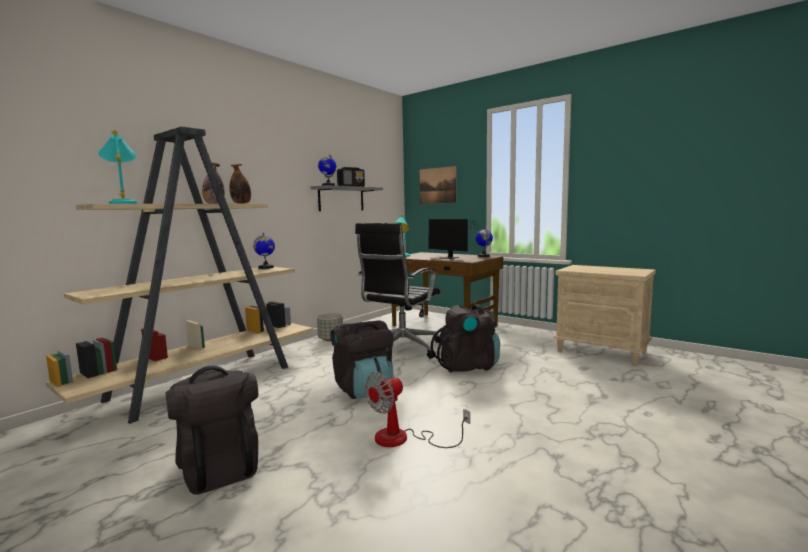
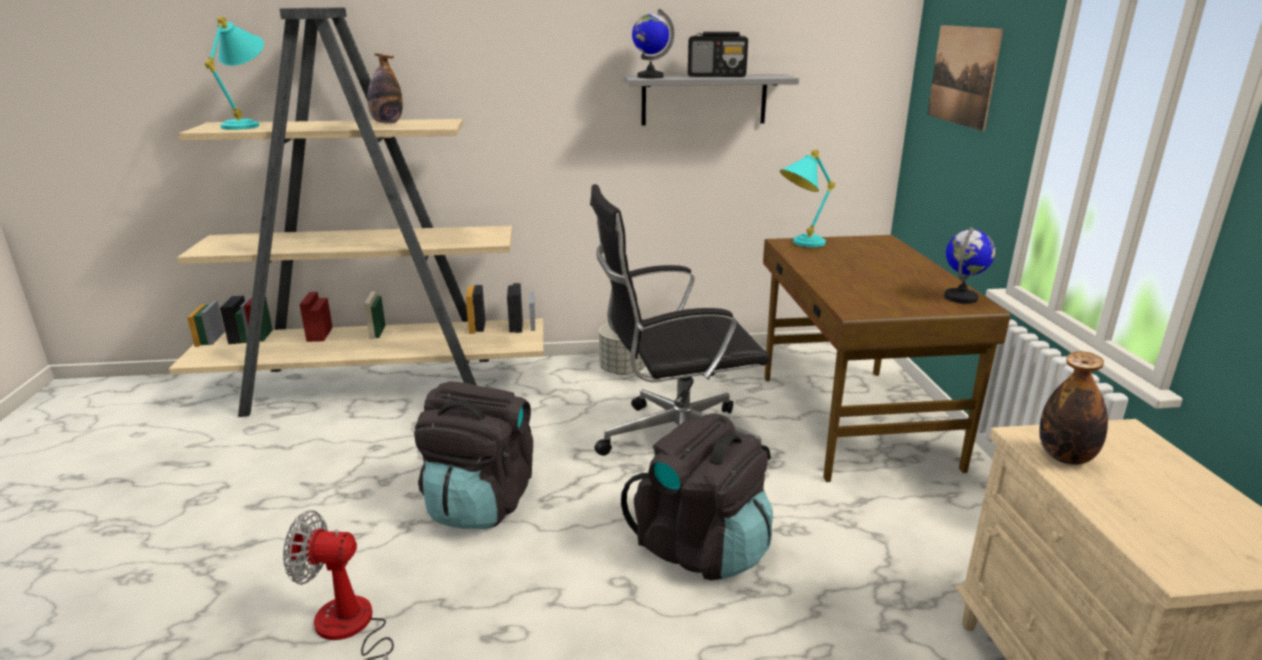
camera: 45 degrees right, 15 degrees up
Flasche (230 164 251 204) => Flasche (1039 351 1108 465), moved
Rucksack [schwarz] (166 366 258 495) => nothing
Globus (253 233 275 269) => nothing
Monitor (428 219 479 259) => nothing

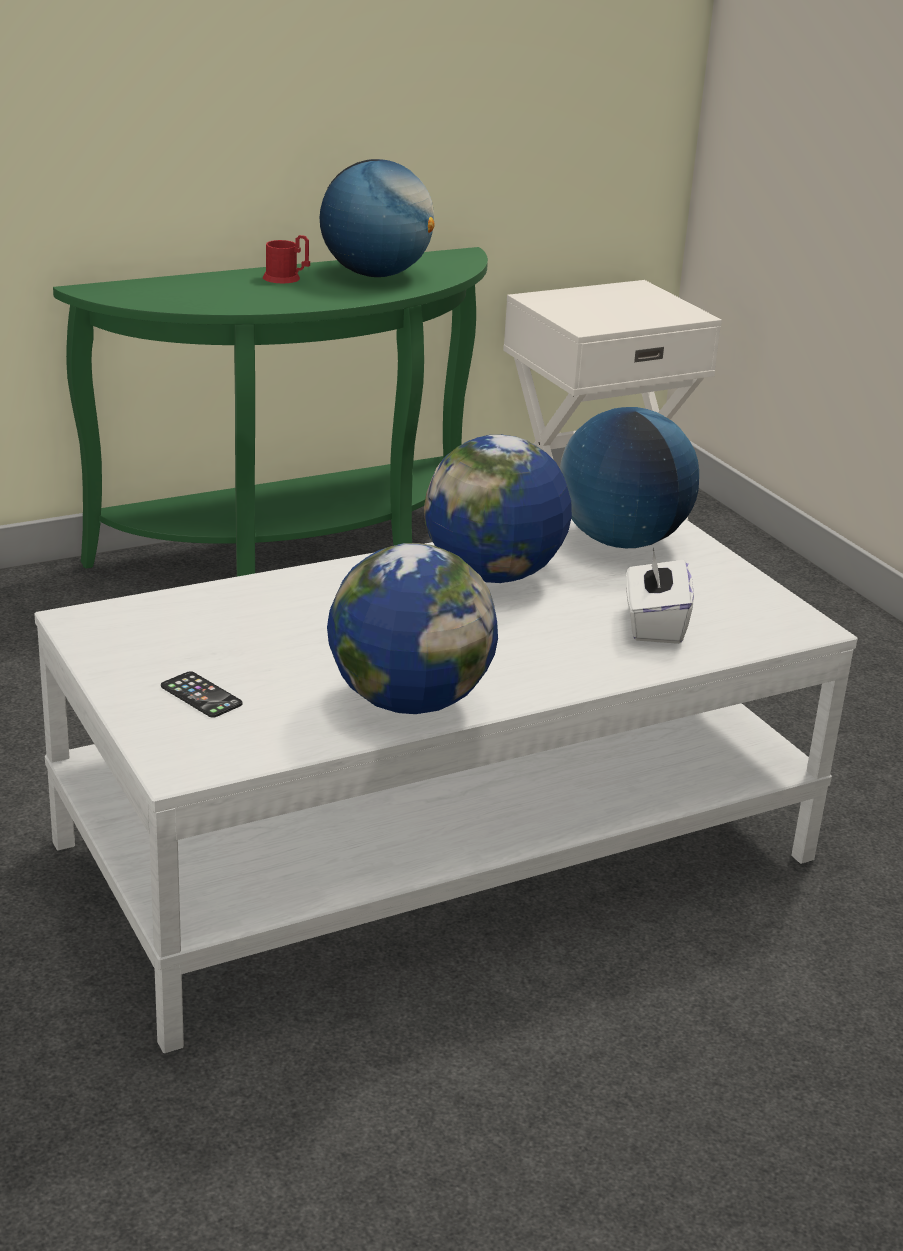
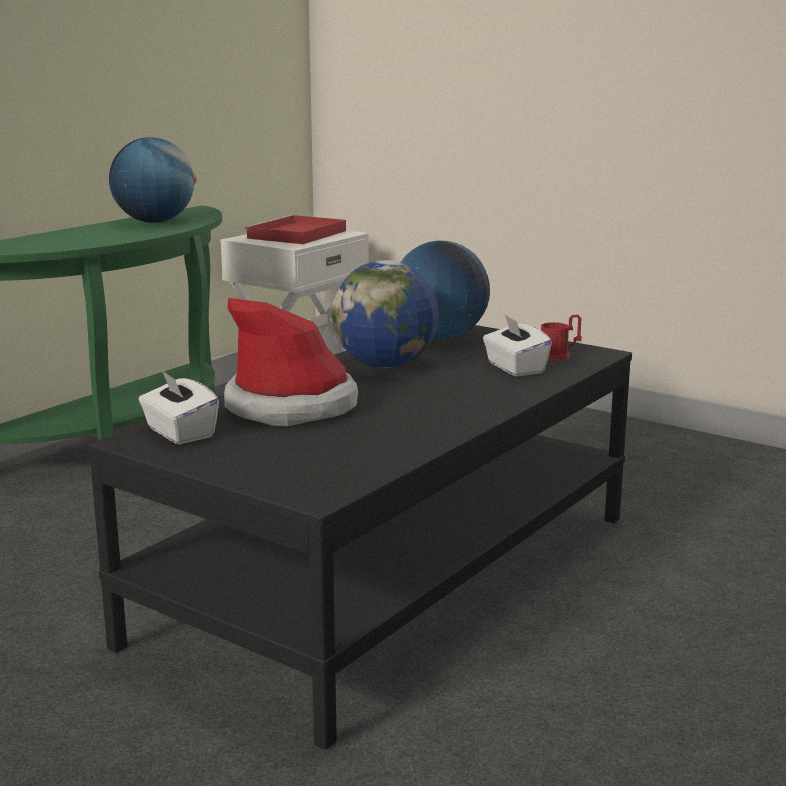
camera: 25 degrees left, 10 degrees down
Couchtisch [weiß] (34 519 858 1053) => Couchtisch [schwarz] (87 325 632 750)
nothing => Taschentuchbox [weiß] (139 371 219 445)
nothing => Hut (224 298 358 426)
nothing => Tablett [rot] (244 215 346 244)
Henkelbecher [rot] (263 235 310 283) => Henkelbecher [rot] (541 315 582 360), moved
Handy (161 671 242 718) => nothing
Globus (327 543 498 714) => nothing

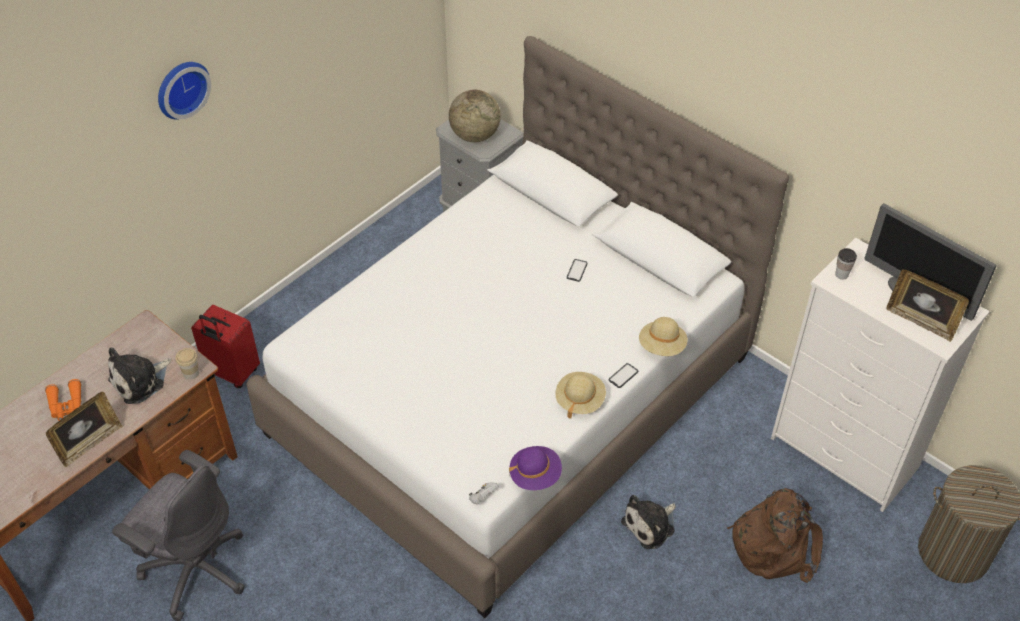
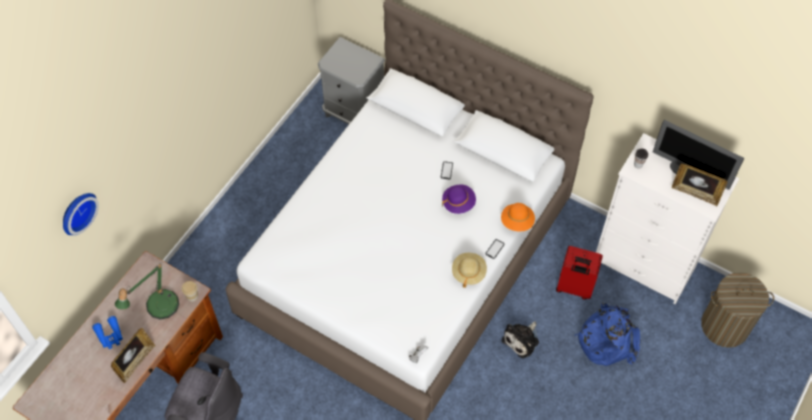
camera: 10 degrees left, 10 degrees up
Wanduhr (158 62 211 120) => Wanduhr (63 193 99 235), moved
Fernglas [orange] (45 379 81 421) => Fernglas [blau] (92 316 123 349)
Plüschtier (108 347 171 404) => Tischlampe (115 263 179 320)
Hut [lila] (509 446 562 490) => Hut [lila] (442 184 476 214), moved
Hut [beige] (639 317 687 356) => Hut [orange] (501 203 535 232)
Koffer [rot] (191 305 260 388) => Koffer [rot] (556 246 603 299), moved
Rucksack [braun] (727 488 823 583) => Rucksack [blau] (575 302 640 366)
Globus (449 90 501 142) => nothing

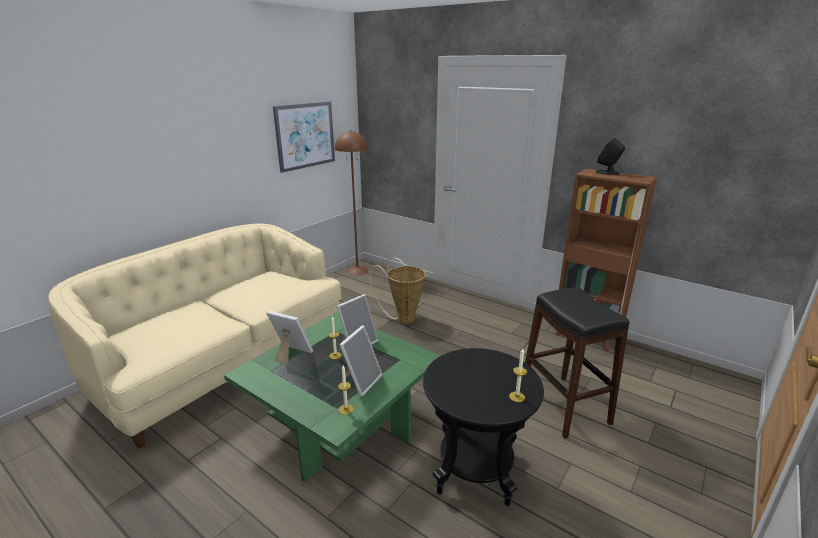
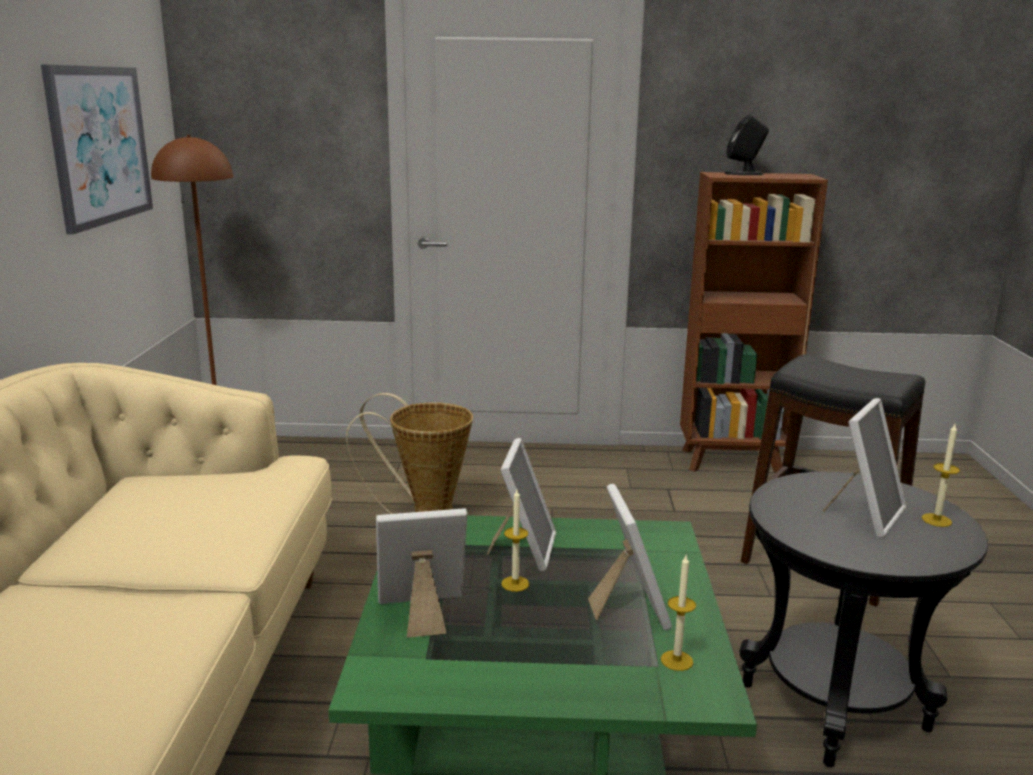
camera: 35 degrees left, 5 degrees down
nothing => Bilderrahmen (823 398 906 538)

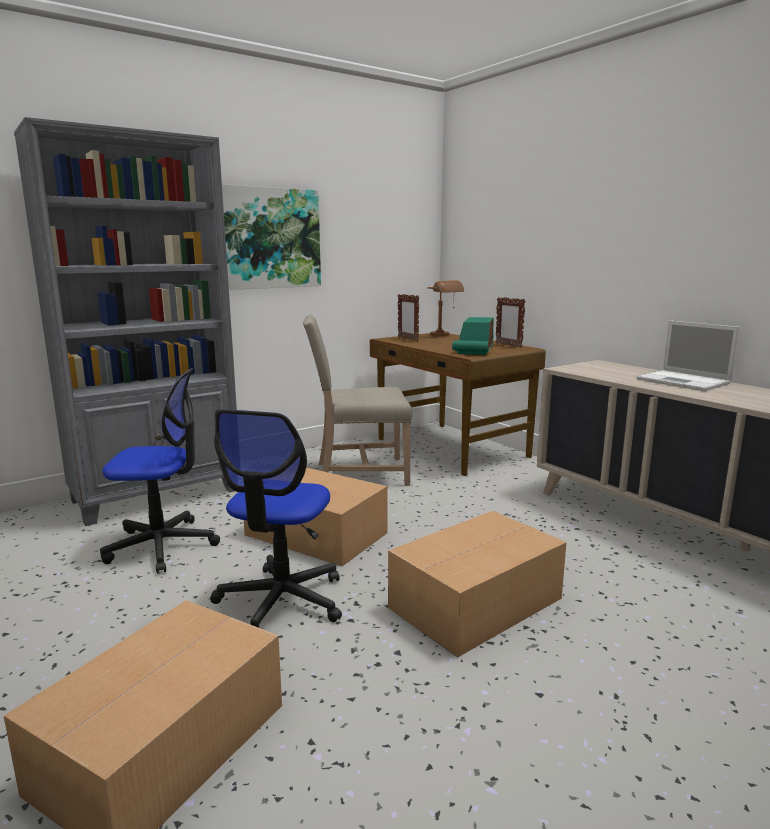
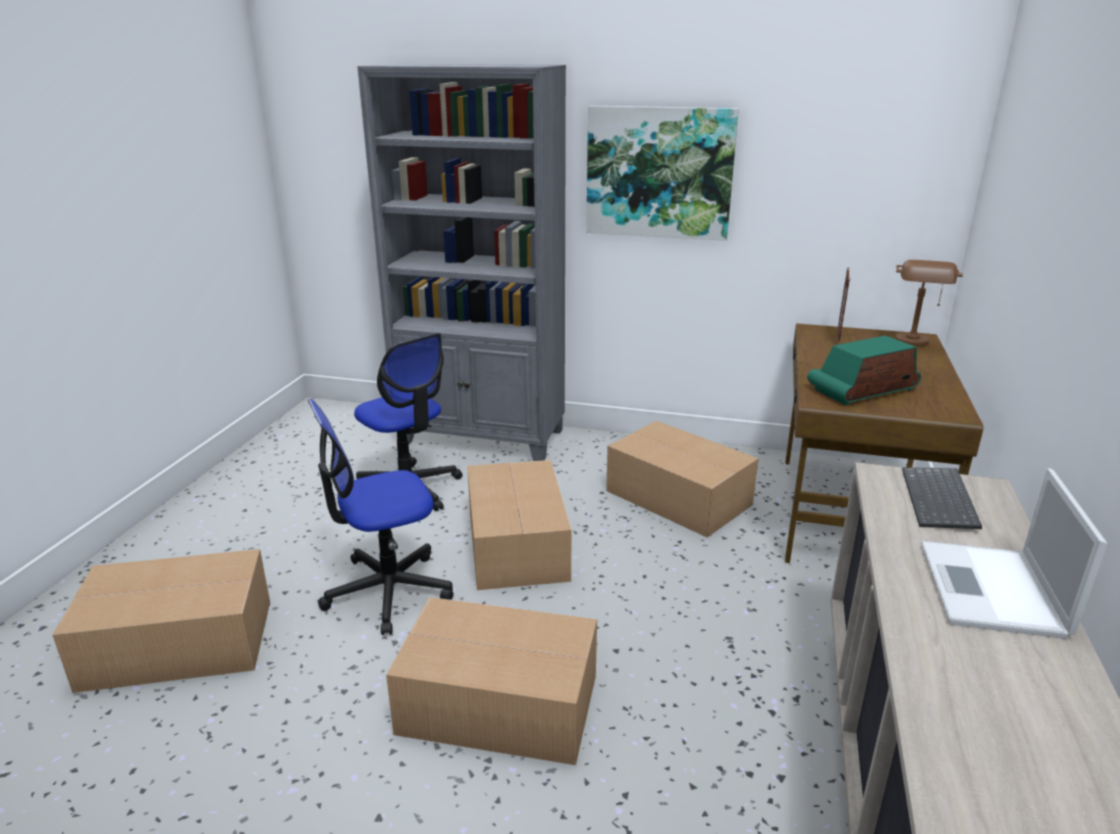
camera: 50 degrees right, 10 degrees up
Stuhl [beige] (303 315 413 486) => Karton (606 421 759 537)
nothing => Tastatur (902 467 982 529)
Bilderrahmen (496 297 525 348) => nothing

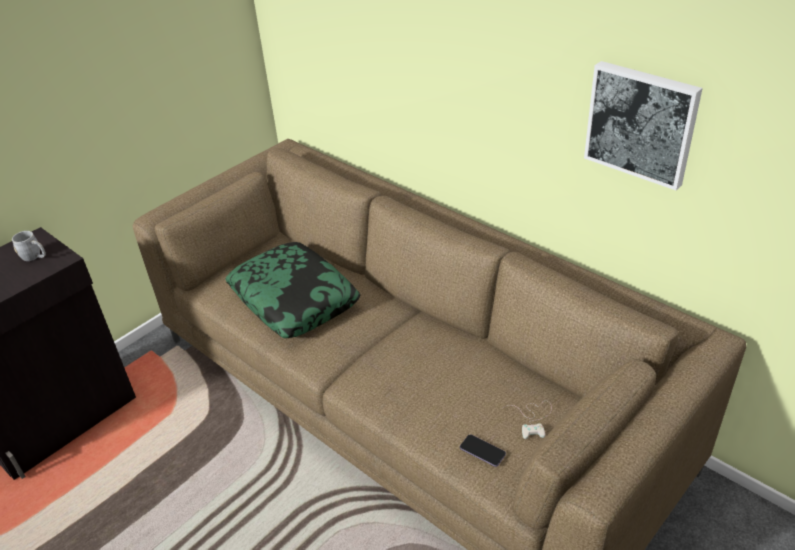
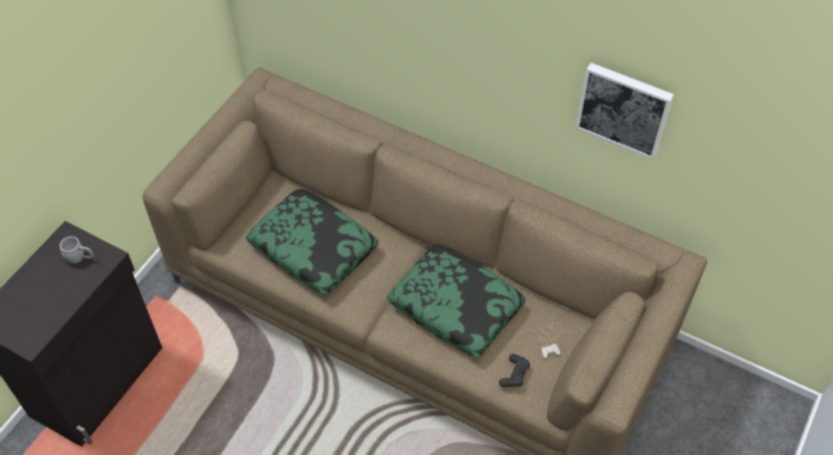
camera: 15 degrees left, 15 degrees up
nothing => Kissen (387 244 525 358)
Handy (460 434 506 467) => Gamepad [schwarz] (499 354 530 387)

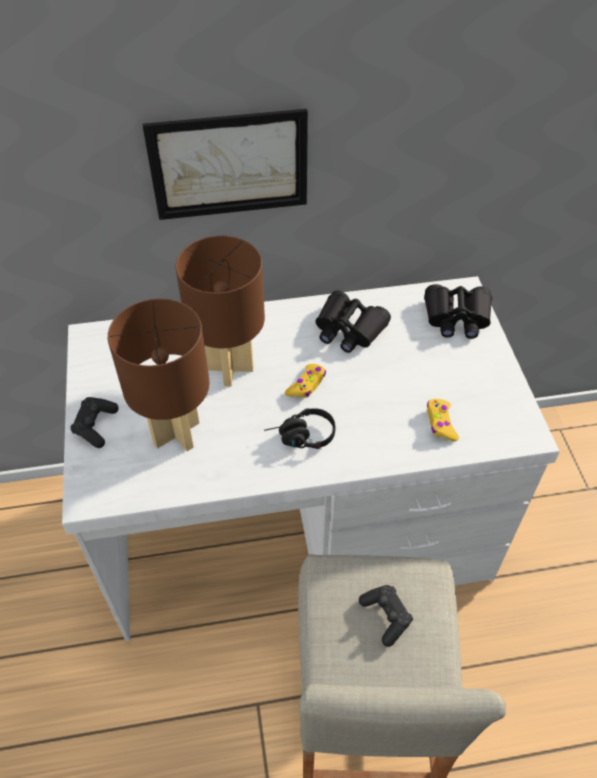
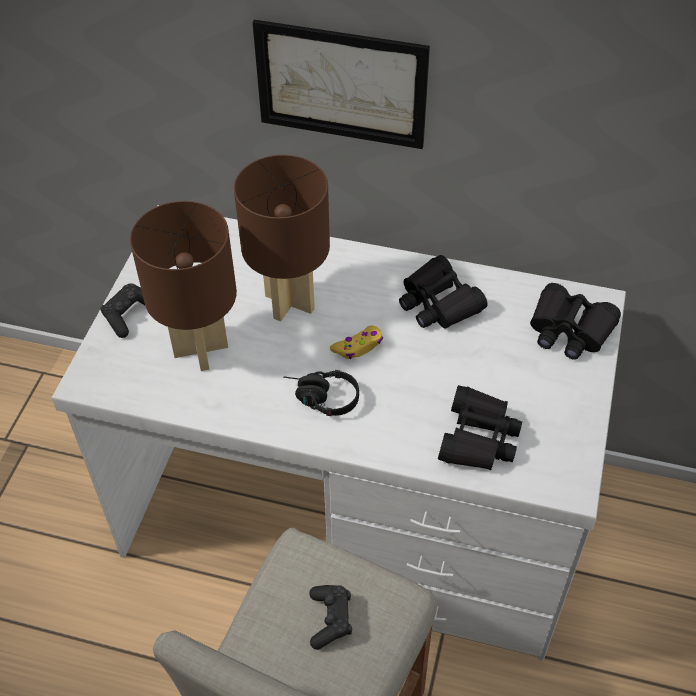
camera: 25 degrees right, 0 degrees up
Gamepad [gelb] (427 399 459 441) => Fernglas [schwarz] (438 385 522 470)

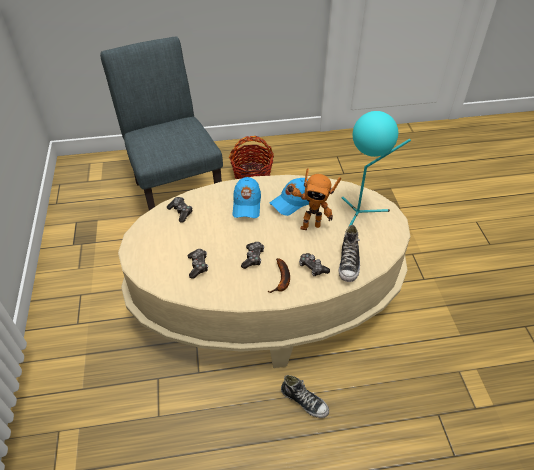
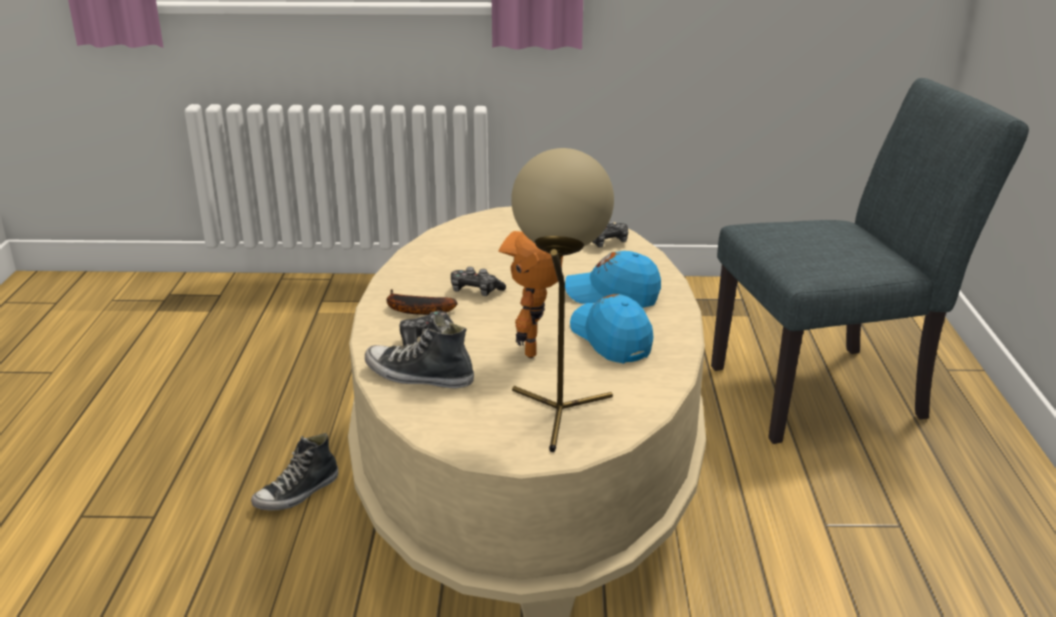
camera: 100 degrees right, 20 degrees down
Tischlampe [türkis] (342 111 411 227) => Tischlampe [beige] (511 148 614 452)
Gamepad (188 249 208 279) => nothing
Korb (229 136 274 179) => nothing

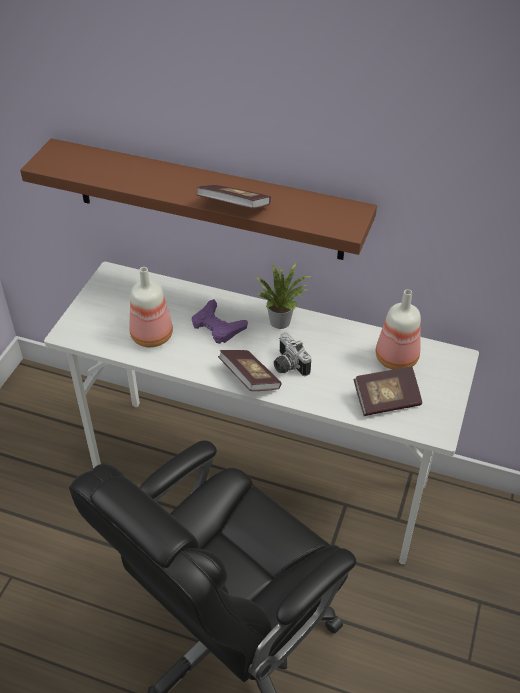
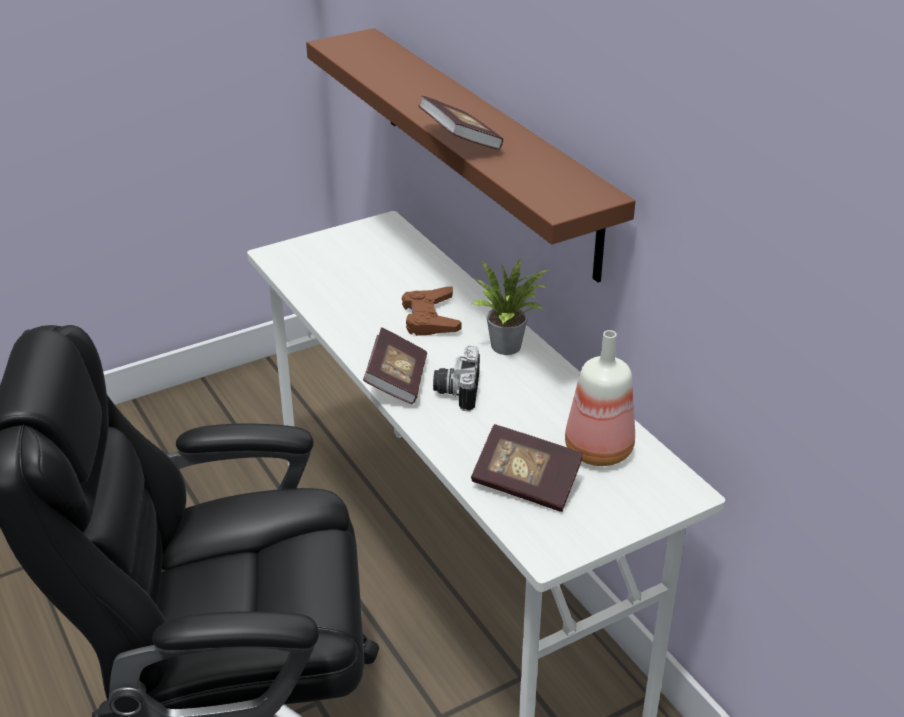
camera: 40 degrees right, 10 degrees down
Gamepad [lila] (192 299 248 344) => Gamepad [braun] (402 286 462 336)
Flasche (129 267 173 347) => nothing

